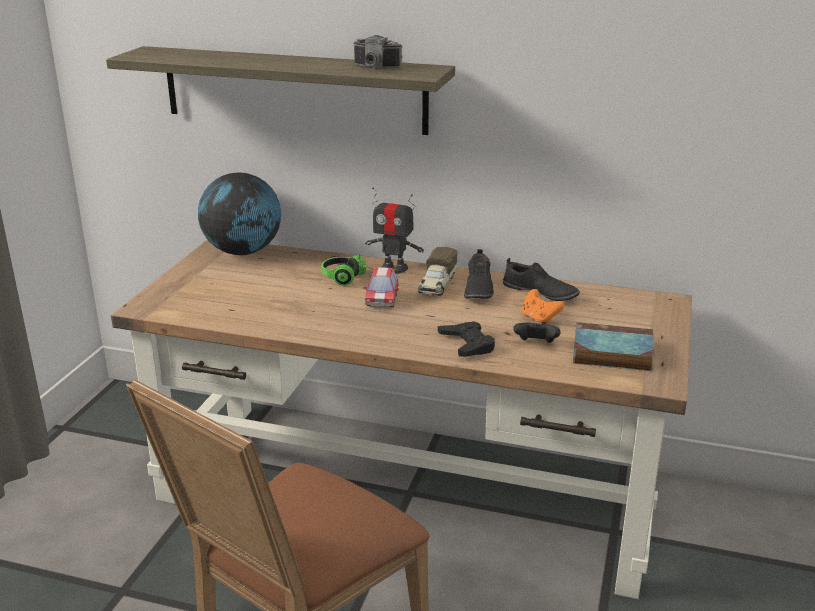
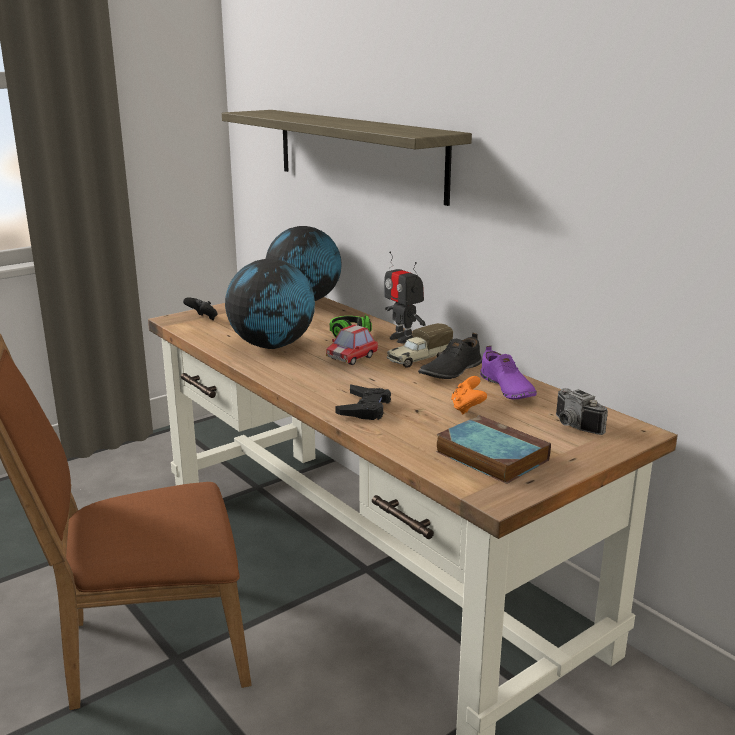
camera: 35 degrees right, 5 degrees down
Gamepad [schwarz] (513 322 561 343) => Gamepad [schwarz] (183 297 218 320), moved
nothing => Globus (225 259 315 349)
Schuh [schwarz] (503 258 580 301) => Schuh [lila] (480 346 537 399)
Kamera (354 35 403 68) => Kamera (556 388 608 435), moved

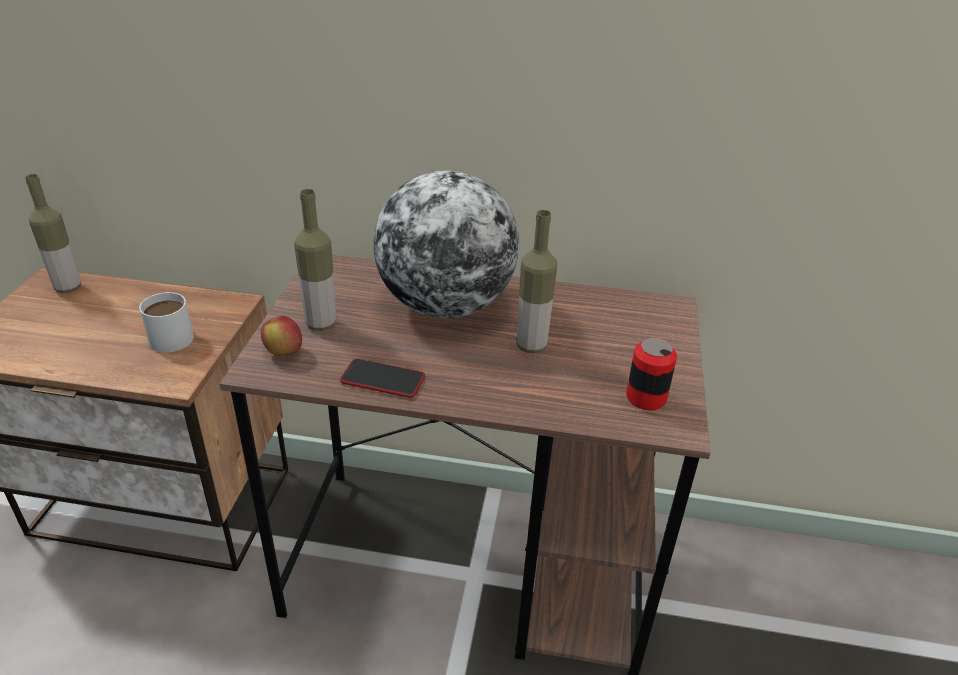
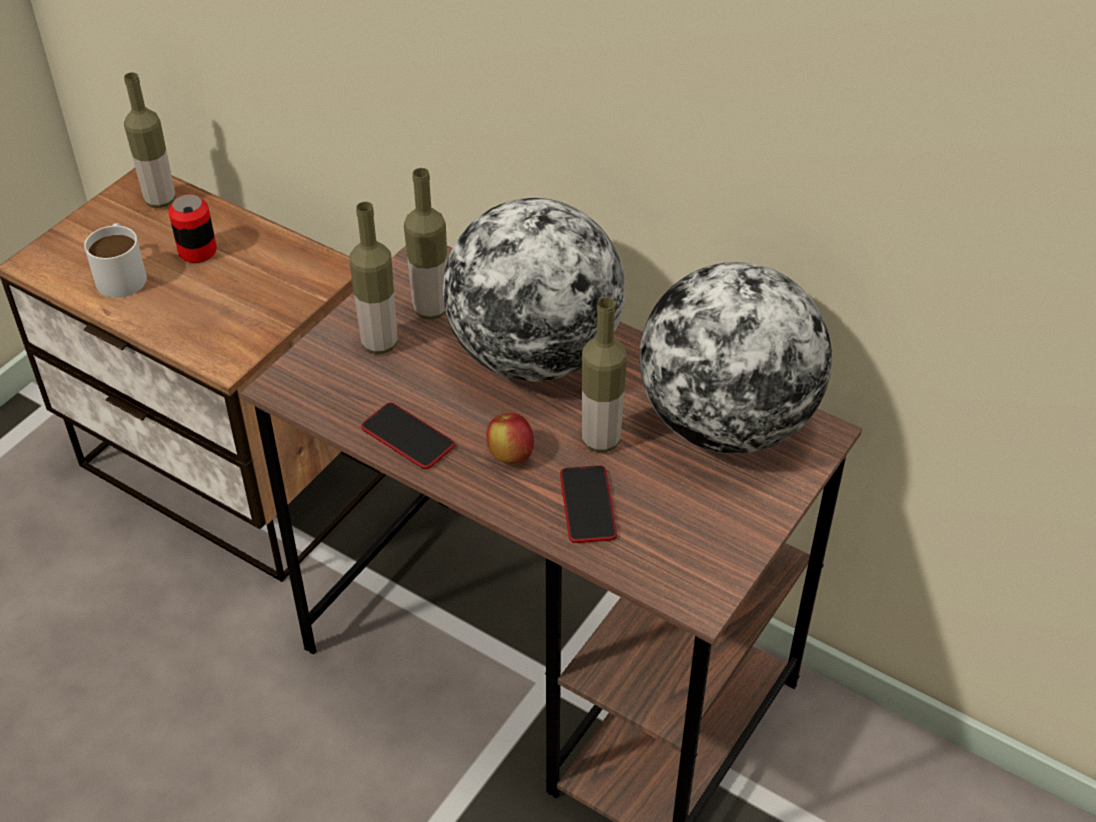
camera: 25 degrees right, 10 degrees up
Henkelbecher [weiß] (139 292 194 353) => Henkelbecher [weiß] (84 223 147 298), moved
Dose (626 338 677 410) => Dose (169 194 217 263), moved
nothing => Flasche (404 168 447 320)
Apfel (261 316 302 356) => Apfel (486 413 534 463), moved
nothing => Handy (560 465 617 543)
nothing => Globus (639 262 832 454)

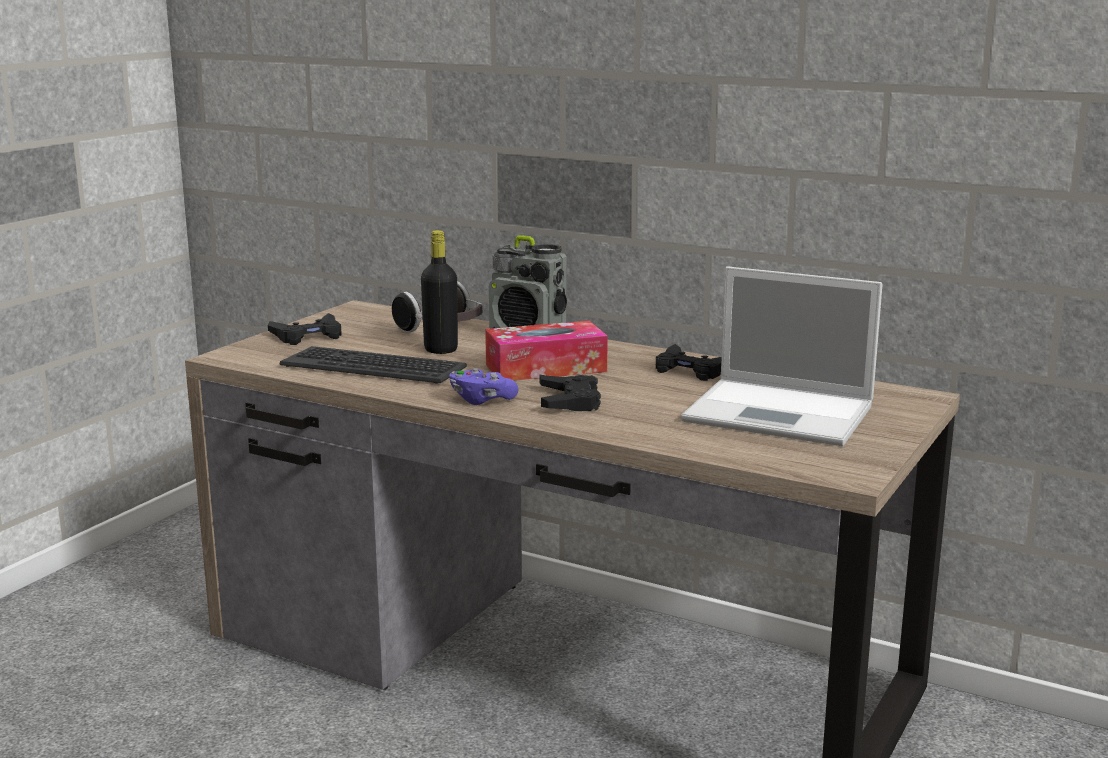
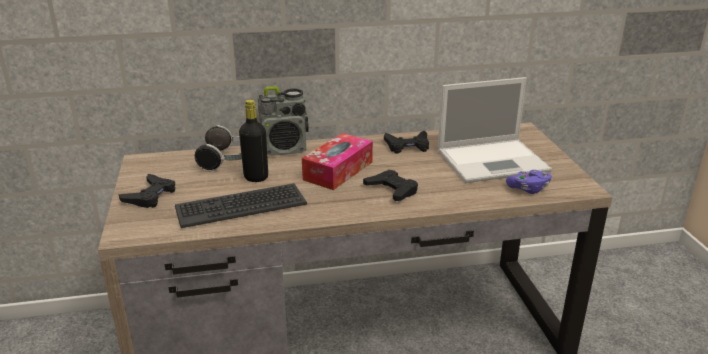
camera: 40 degrees left, 10 degrees up
Gamepad [lila] (449 368 518 405) => Gamepad [lila] (506 170 552 194), moved

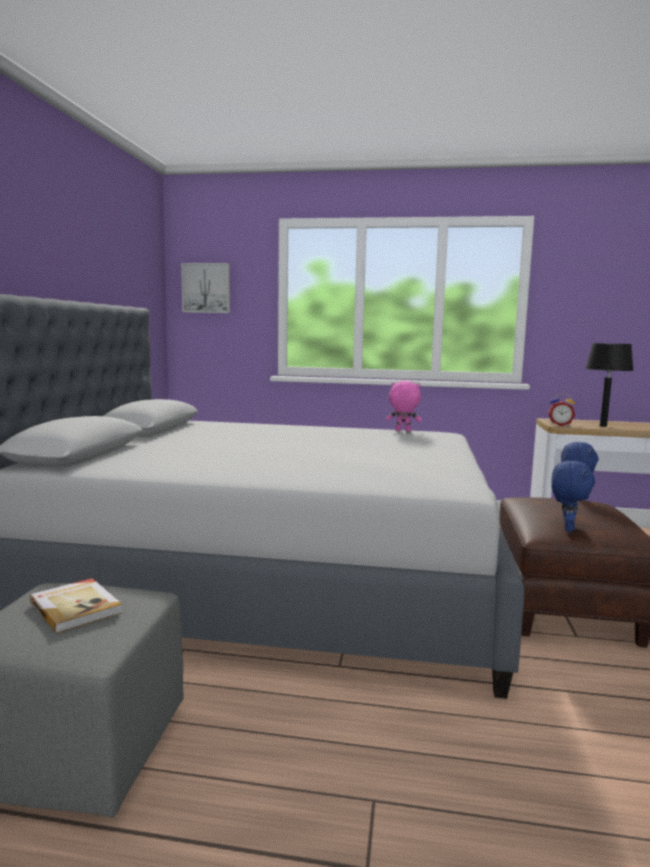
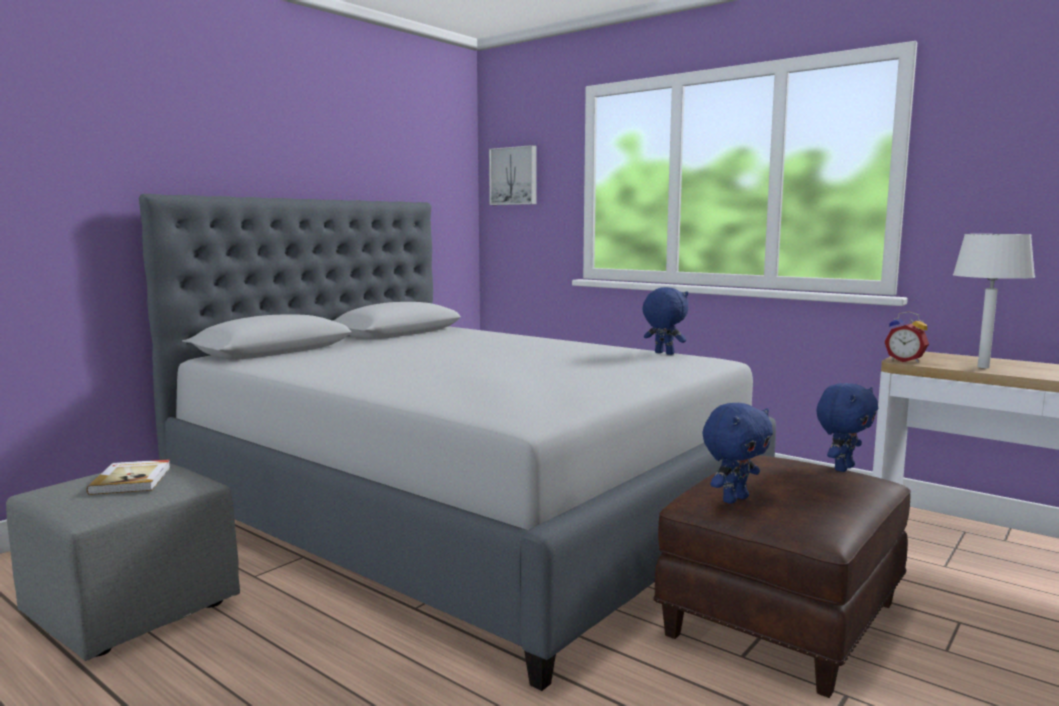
camera: 30 degrees right, 0 degrees up
Plüschtier [rosa] (386 381 422 432) => Plüschtier [blau] (642 287 688 355)
Tischlampe [schwarz] (585 343 634 427) => Tischlampe [weiß] (953 234 1035 368)

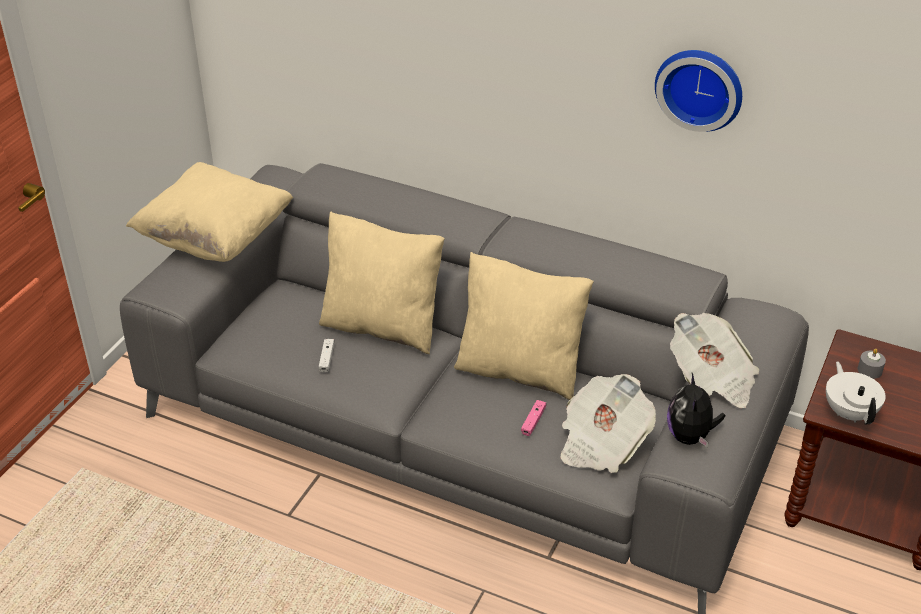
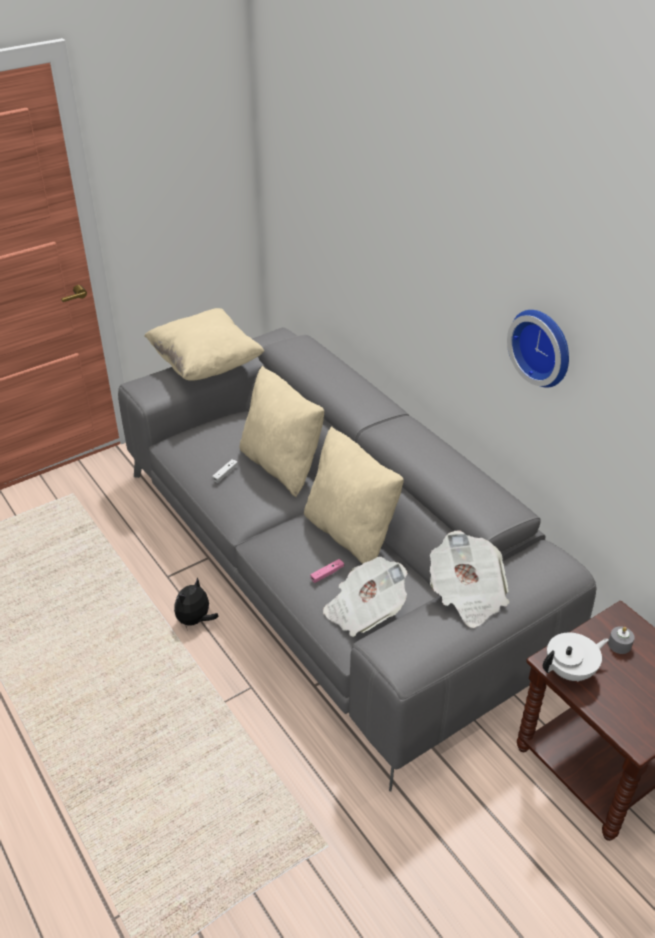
camera: 30 degrees right, 0 degrees up
Plüschtier (667 373 725 447) => Plüschtier (174 577 219 628), moved
Teekanne [weiß] (826 361 886 425) => Teekanne [weiß] (543 632 609 682), 45 degrees clockwise

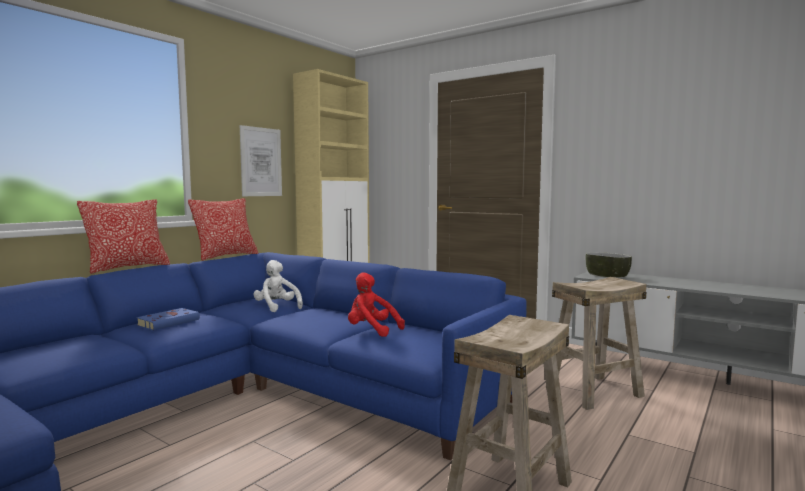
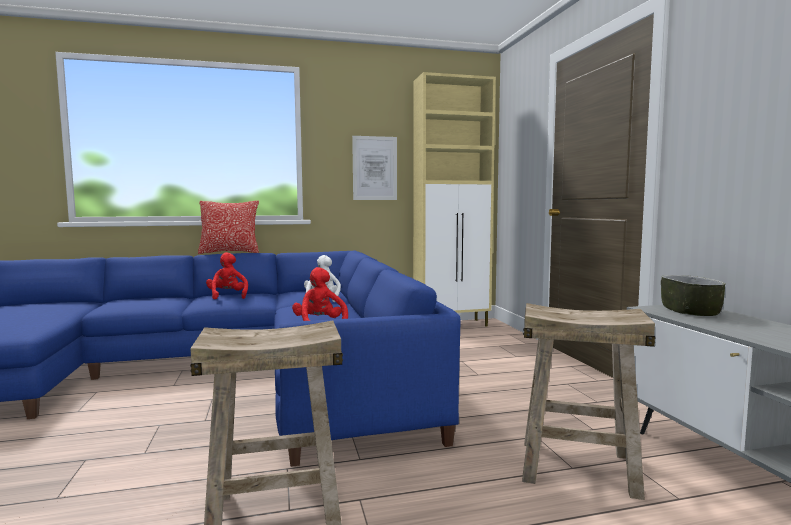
camera: 40 degrees right, 0 degrees up
Buch [blau] (136 308 200 330) => Plüschtier [rot] (206 252 248 299)
Kissen (188 198 258 261) => nothing

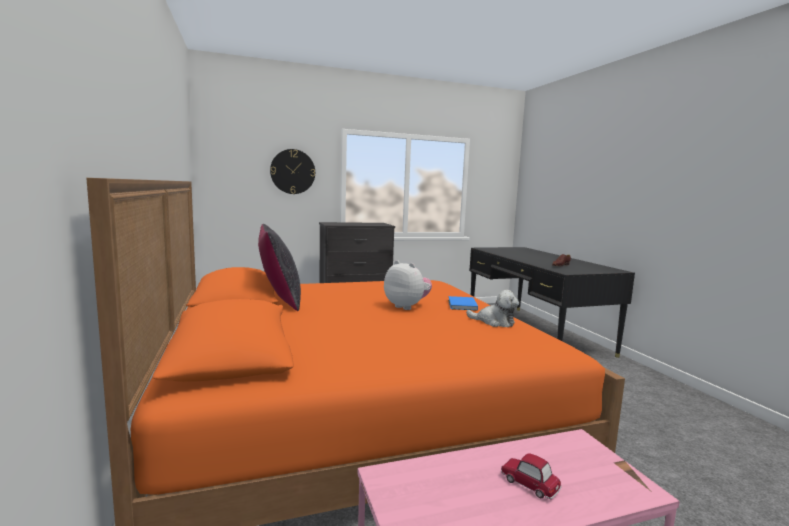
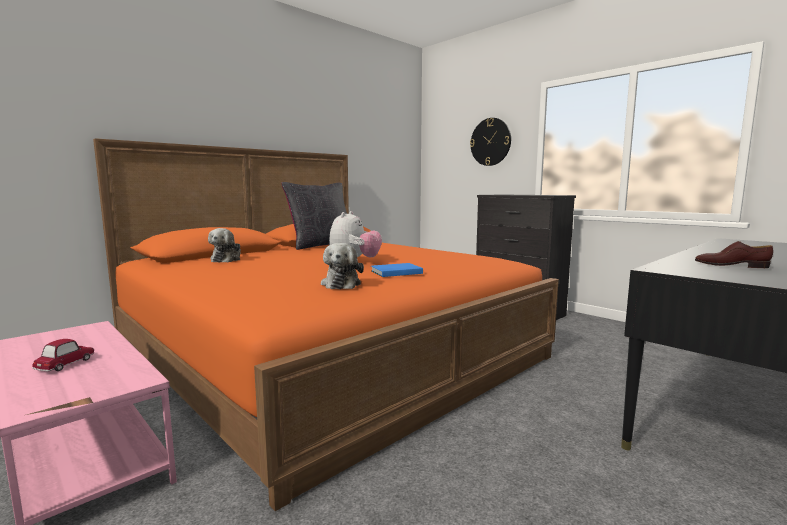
camera: 65 degrees right, 0 degrees up
nothing => Plüschtier (208 228 241 263)

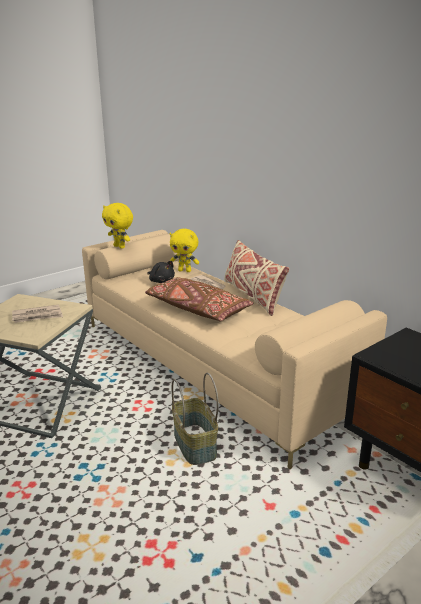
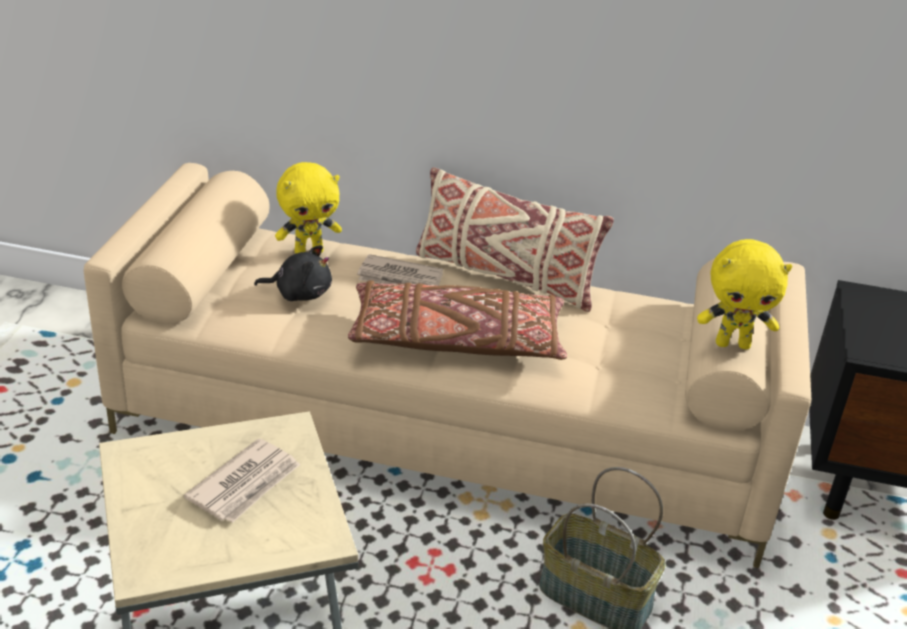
camera: 40 degrees left, 10 degrees up
Plüschtier [gelb] (102 203 133 249) => Plüschtier [gelb] (697 239 792 349), moved

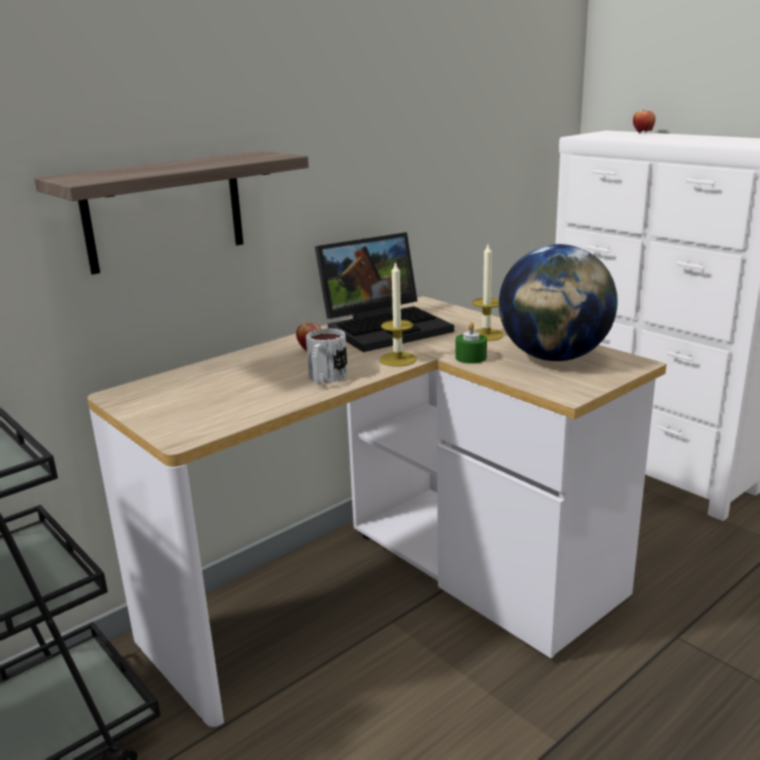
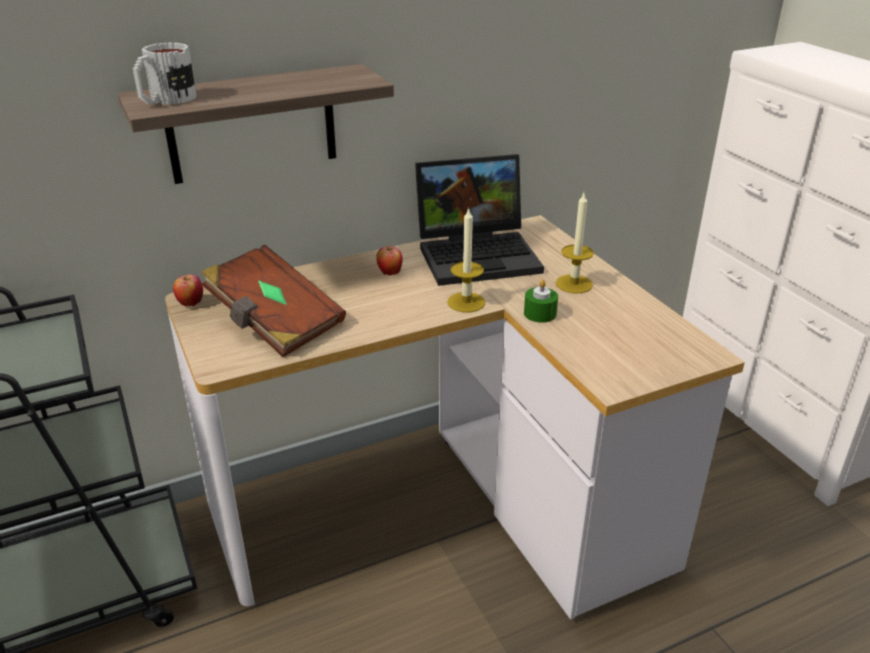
camera: 15 degrees right, 10 degrees up
Henkelbecher (306 328 348 385) => Henkelbecher (133 42 196 105), moved
Apfel (633 110 655 133) => Apfel (173 275 203 306), moved
nothing => Buch [braun] (201 245 346 357)
Globus (499 244 617 361) => nothing

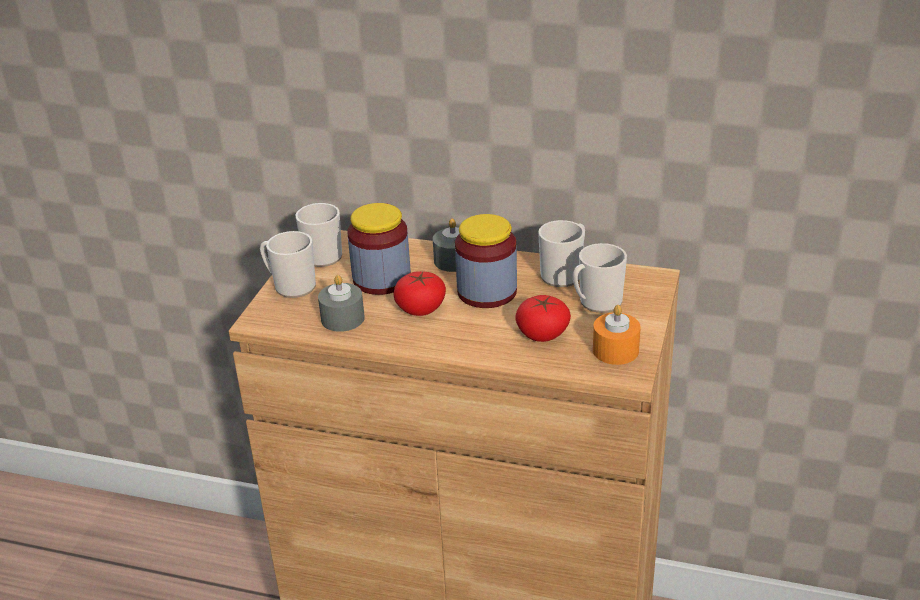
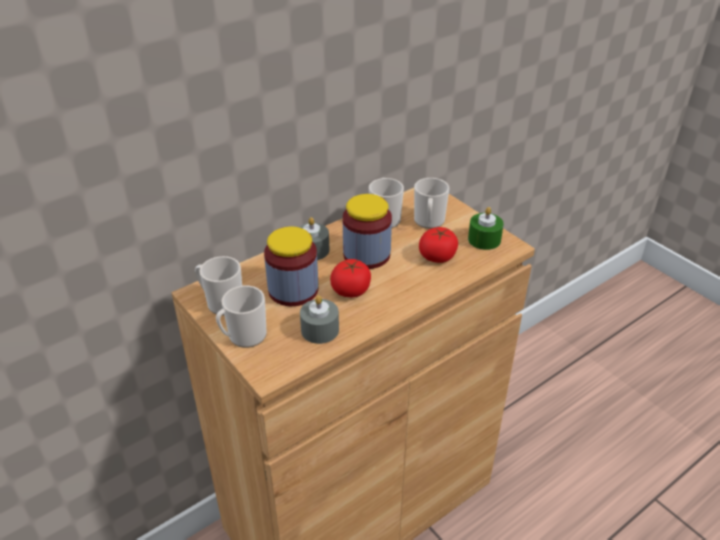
camera: 55 degrees left, 5 degrees up
Kerze [orange] (593 305 641 365) => Kerze [grün] (468 207 504 250)

